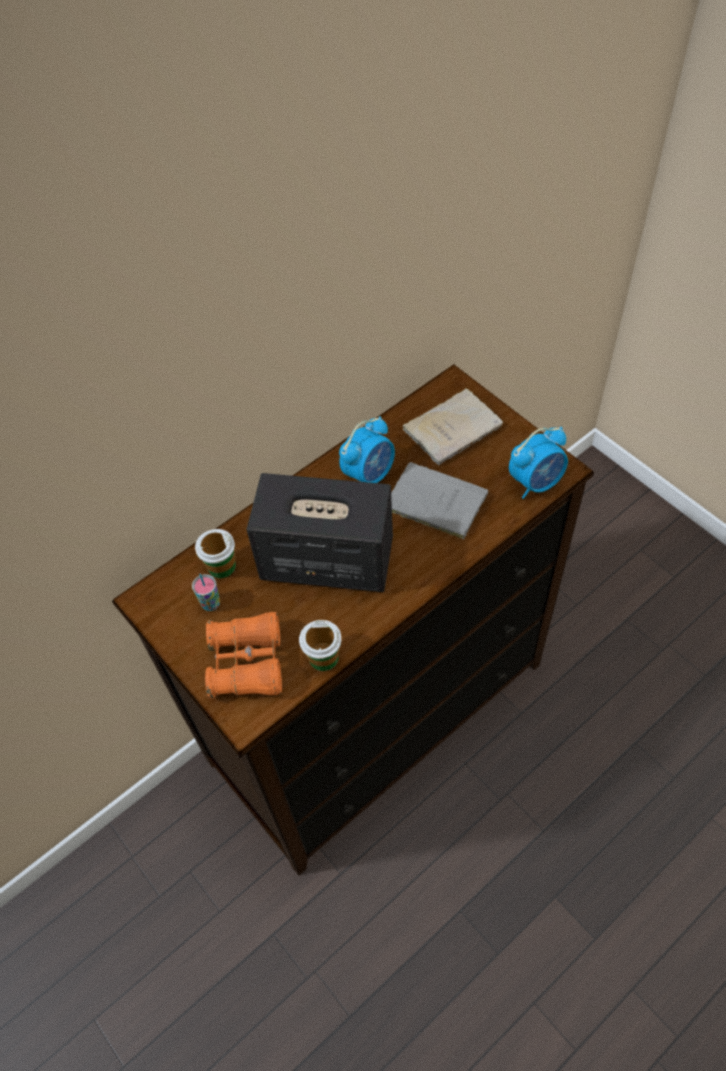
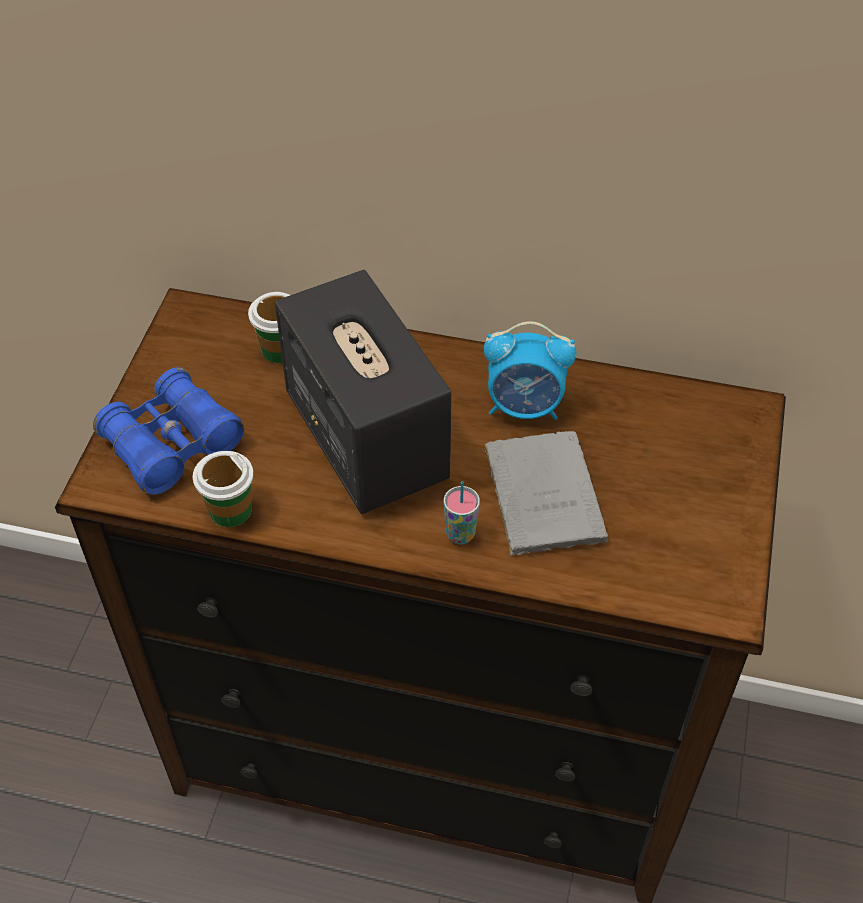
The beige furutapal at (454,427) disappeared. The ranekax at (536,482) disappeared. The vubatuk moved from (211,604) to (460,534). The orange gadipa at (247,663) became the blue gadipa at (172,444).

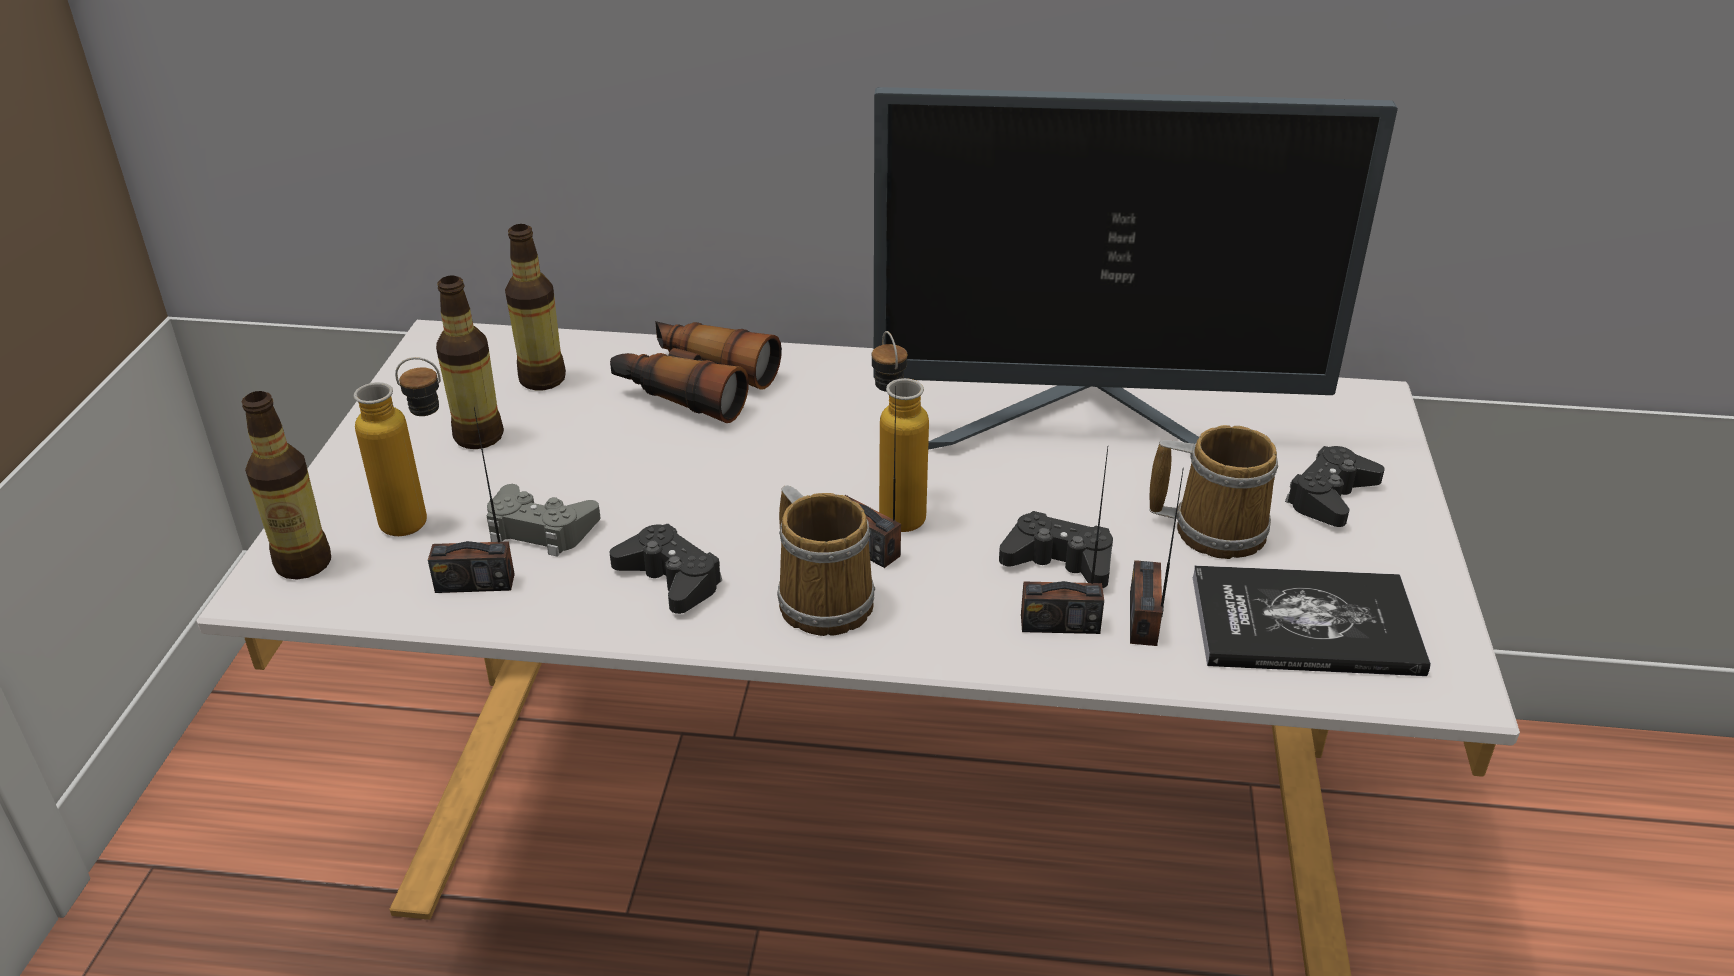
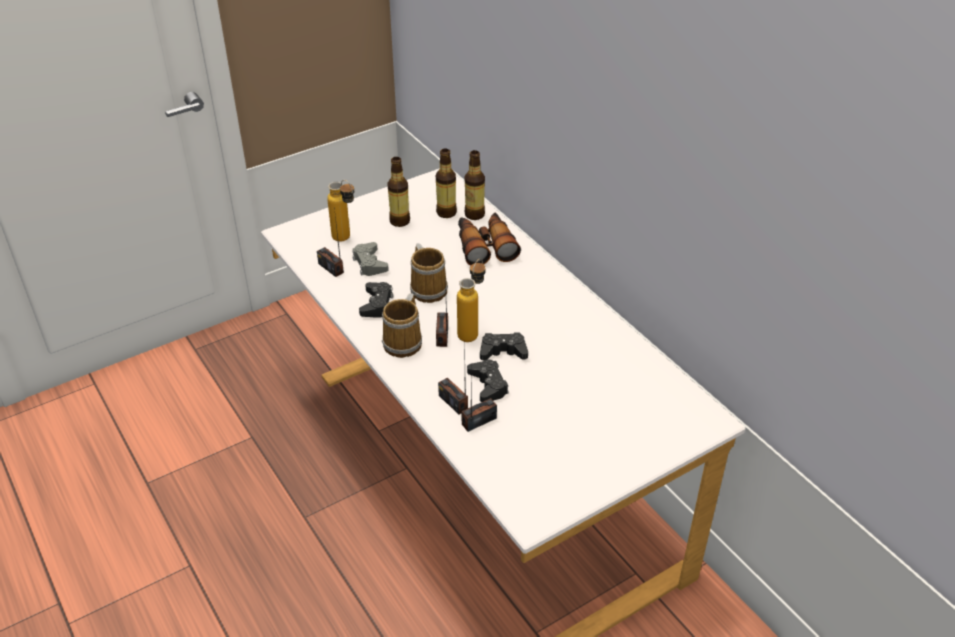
The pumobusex at (1094,427) disappeared. The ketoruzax moved from (304,563) to (474,214). The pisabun moved from (1214,528) to (429,289). The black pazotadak moved from (1330,497) to (503,351). The furutapal at (1305,625) disappeared.

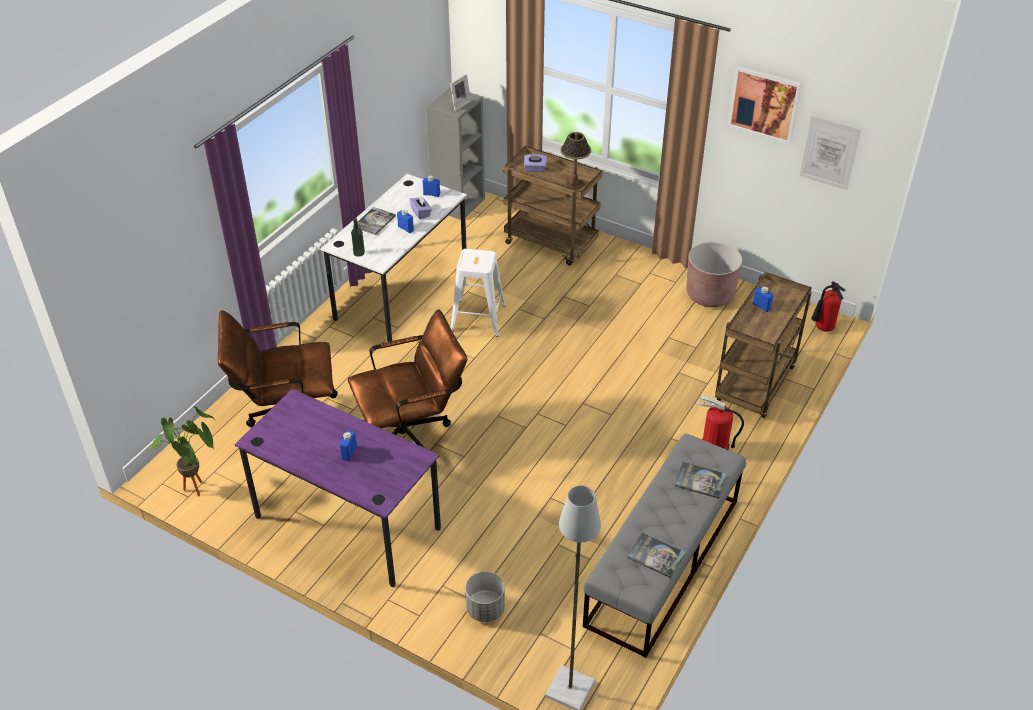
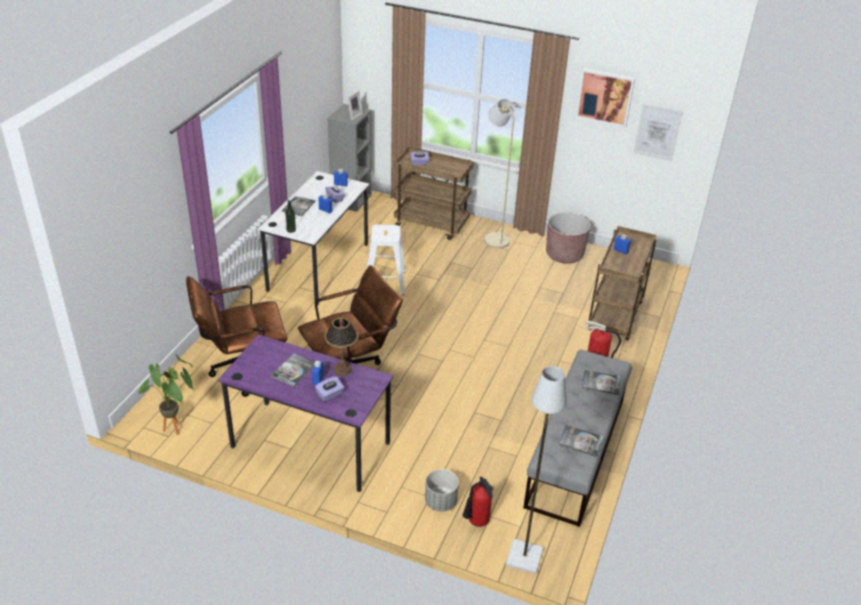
The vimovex moved from (574,184) to (342,369). The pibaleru moved from (822,329) to (476,523). The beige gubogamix at (494,238) appeared. The furutapal at (293,370) appeared. The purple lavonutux at (330,395) appeared.

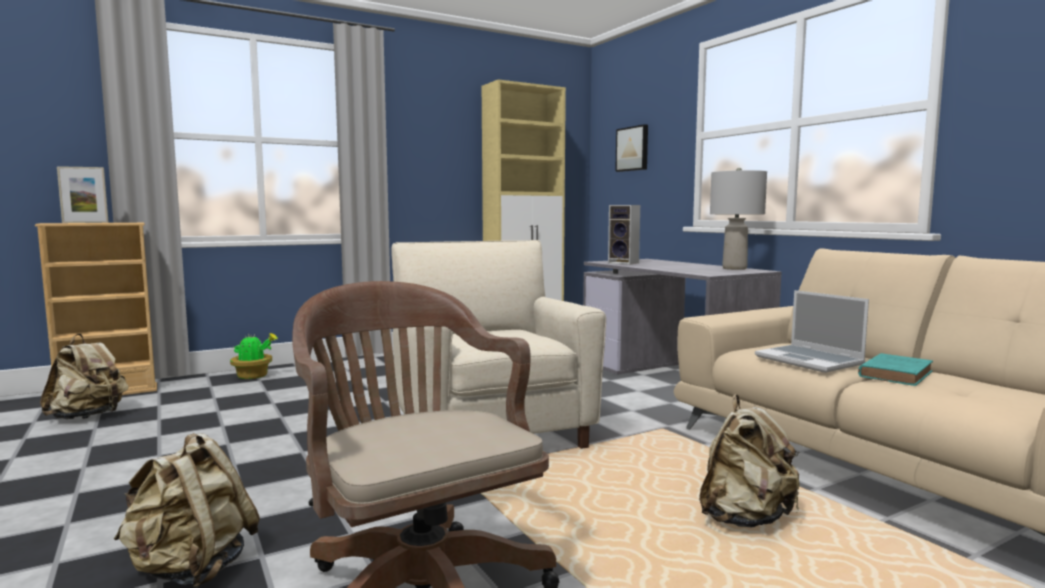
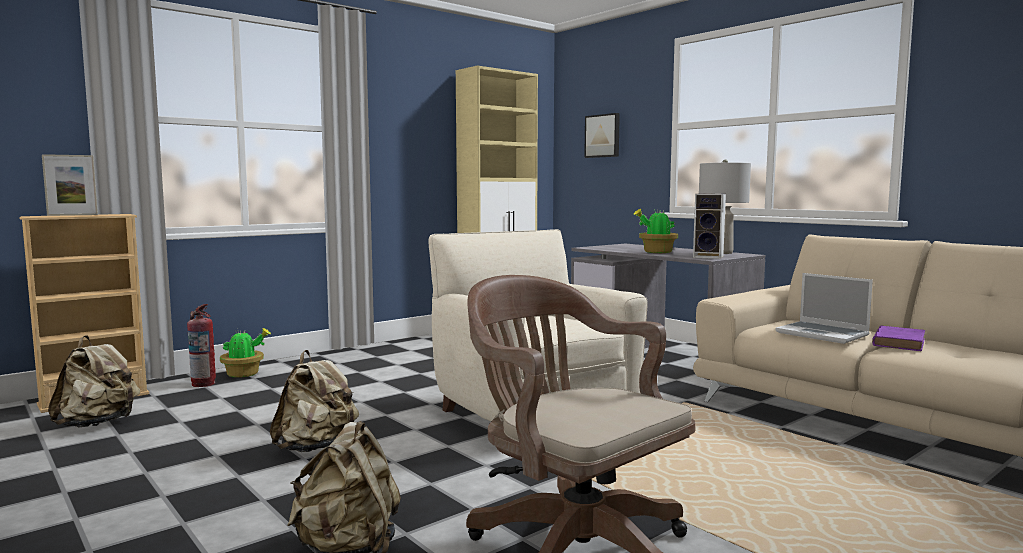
The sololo moved from (624,263) to (709,257). The turquoise furutapal at (896,374) became the purple furutapal at (899,342). The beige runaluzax moved from (745,518) to (316,447). The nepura at (656,252) appeared. The pibaleru at (203,383) appeared.

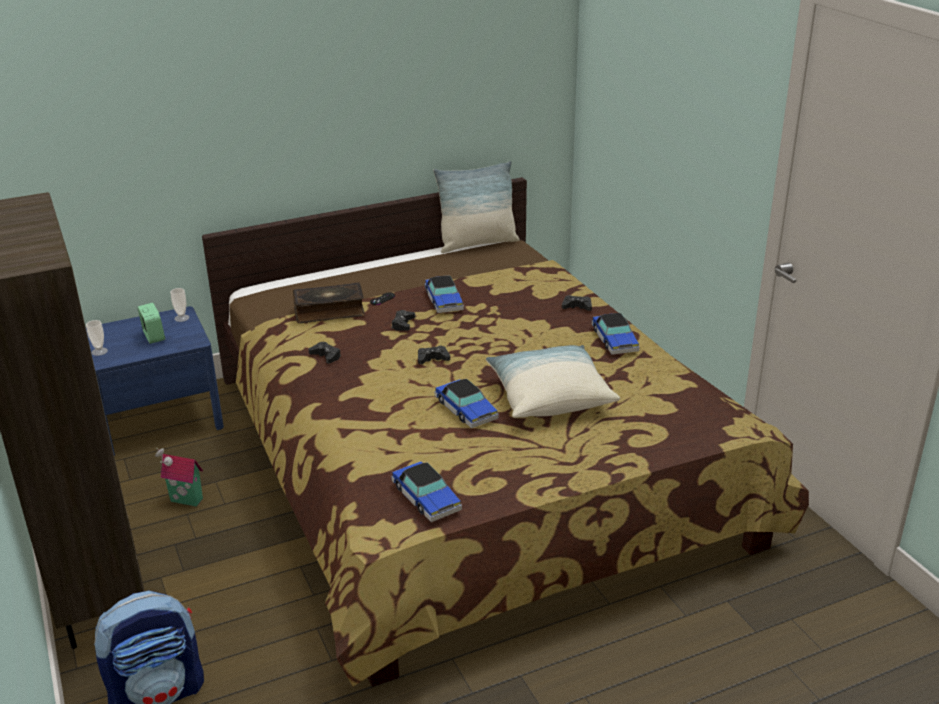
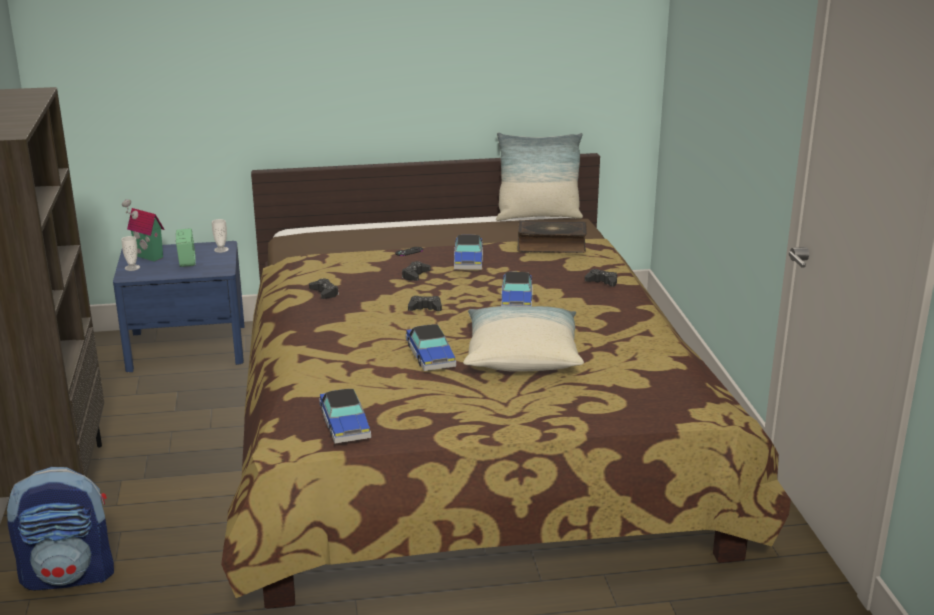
The furutapal moved from (329,311) to (551,245). The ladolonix moved from (614,340) to (516,299). The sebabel moved from (185,501) to (147,257).

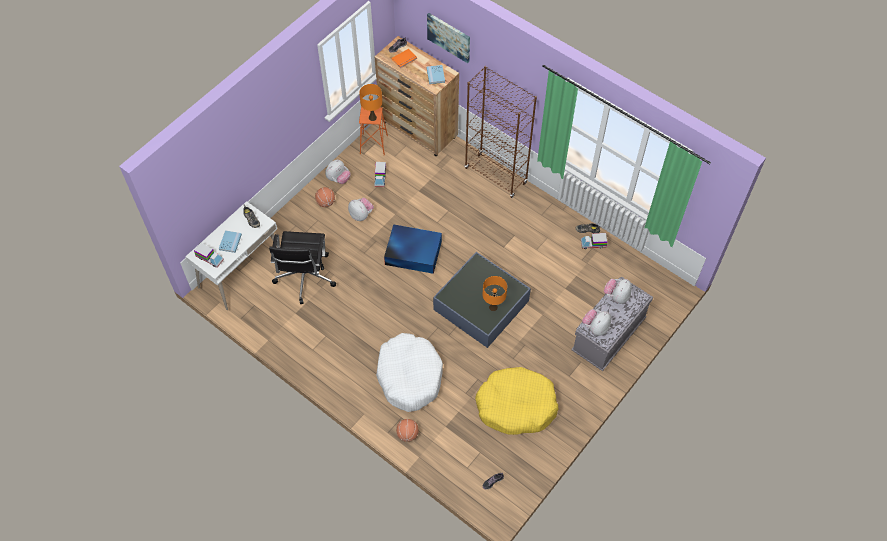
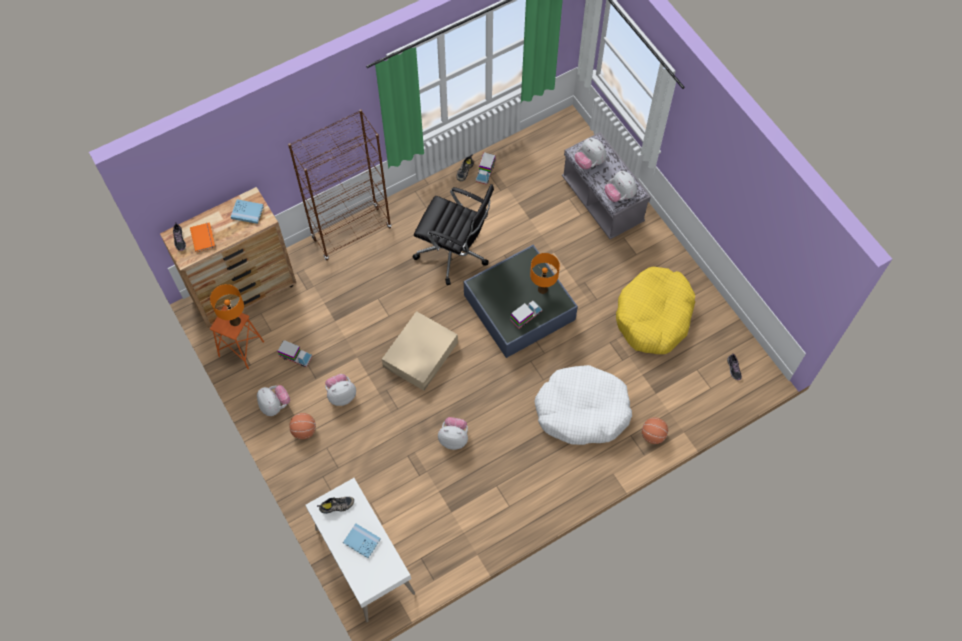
The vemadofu at (449,37) disappeared. The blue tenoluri at (412,252) became the beige tenoluri at (419,355). The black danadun moved from (304,278) to (454,252). The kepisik moved from (210,258) to (526,316). The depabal at (454,438) appeared.

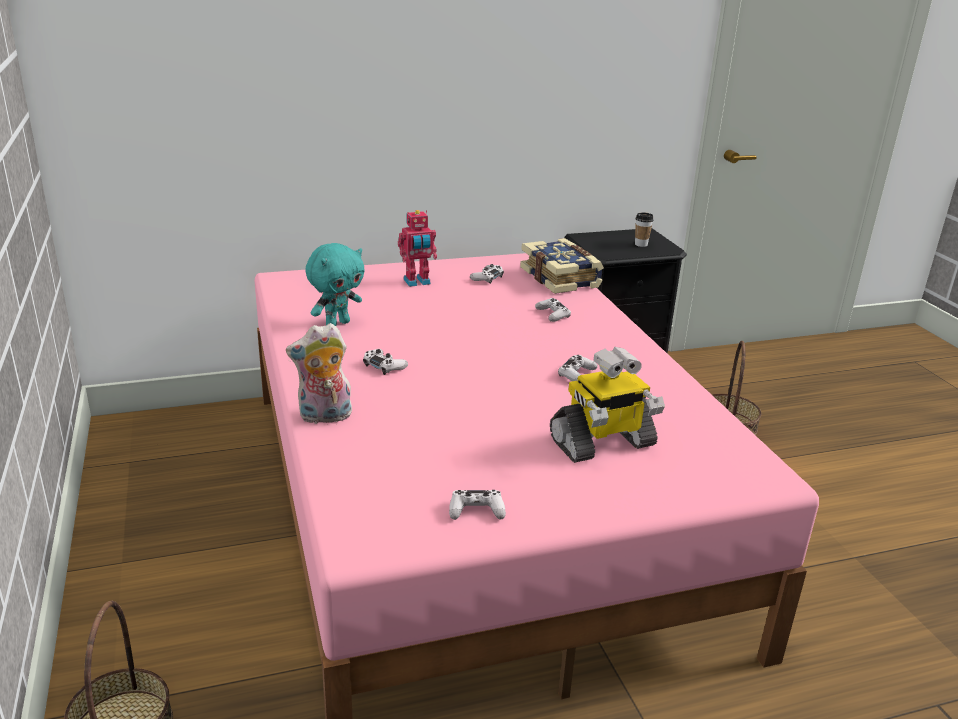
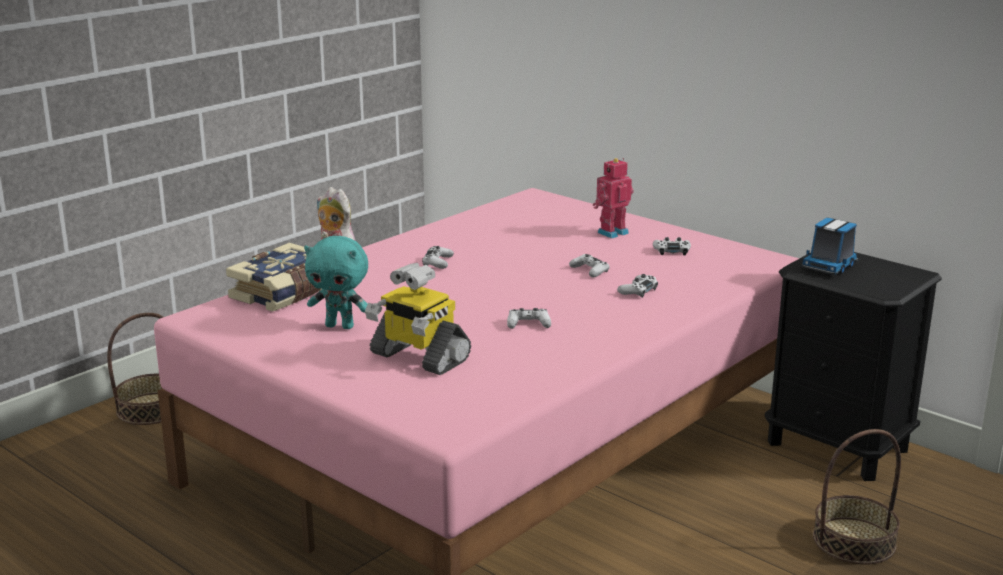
The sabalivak at (417,282) turned 105 degrees clockwise. The vubatuk at (641,244) disappeared. The furutapal moved from (561,278) to (285,293). The turquoise depabal moved from (337,323) to (340,326). The white pazotadak moved from (476,511) to (589,271). The kepisik at (829,266) appeared.

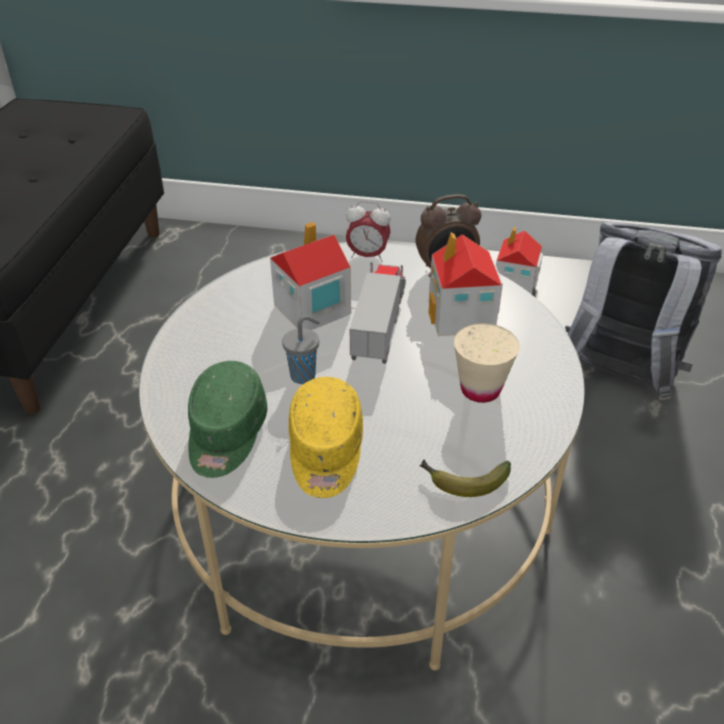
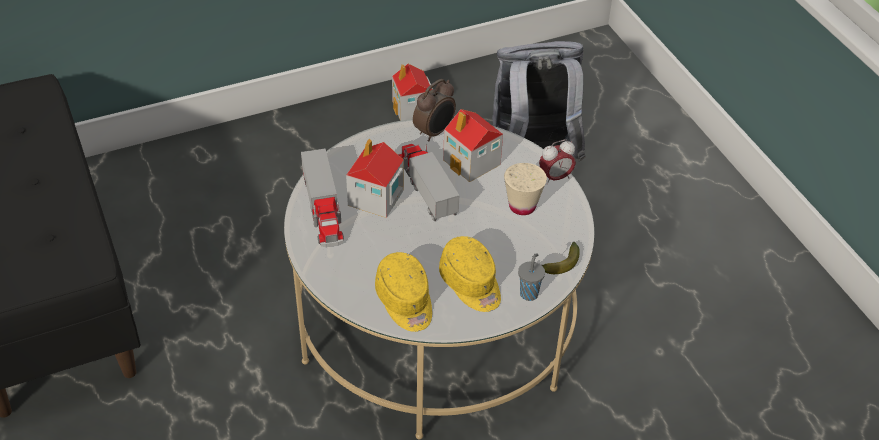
The ranekax moved from (367,256) to (555,177). The grey vubatuk moved from (304,375) to (529,293). The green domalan at (226,434) became the yellow domalan at (405,302). The kepisik at (323,209) appeared.

